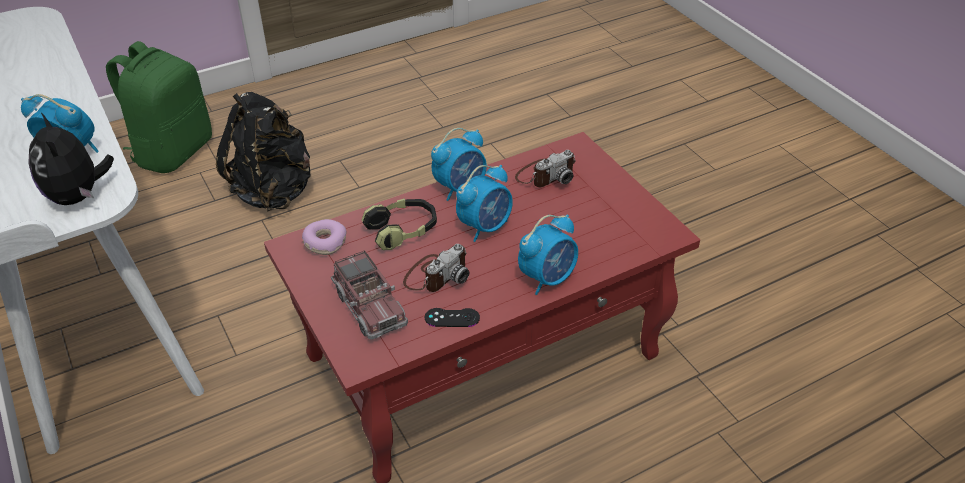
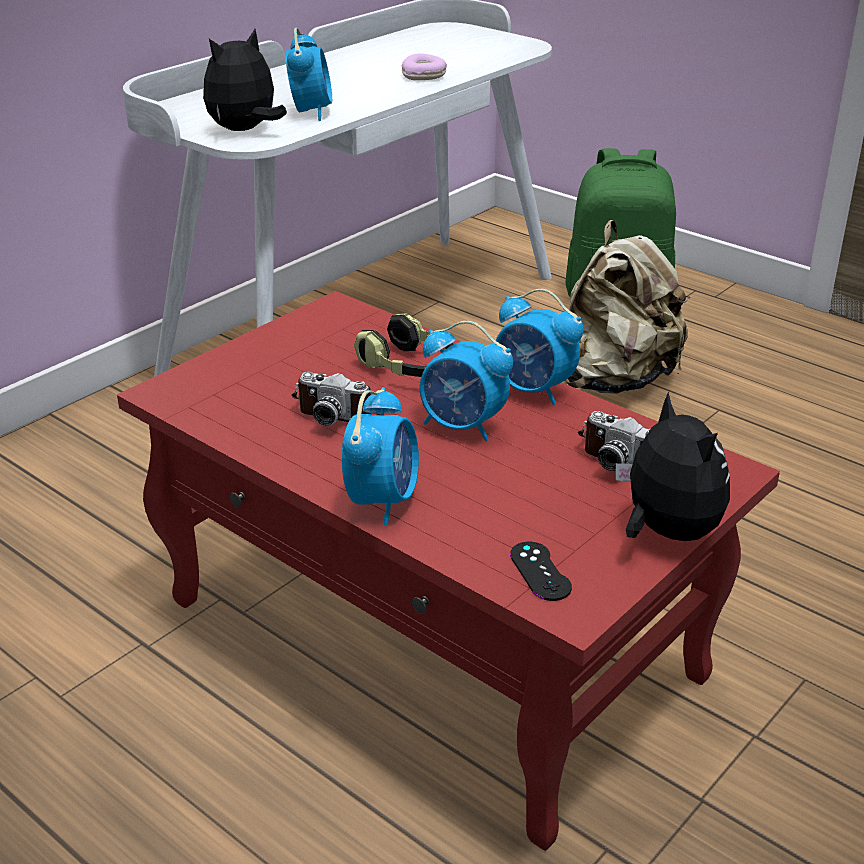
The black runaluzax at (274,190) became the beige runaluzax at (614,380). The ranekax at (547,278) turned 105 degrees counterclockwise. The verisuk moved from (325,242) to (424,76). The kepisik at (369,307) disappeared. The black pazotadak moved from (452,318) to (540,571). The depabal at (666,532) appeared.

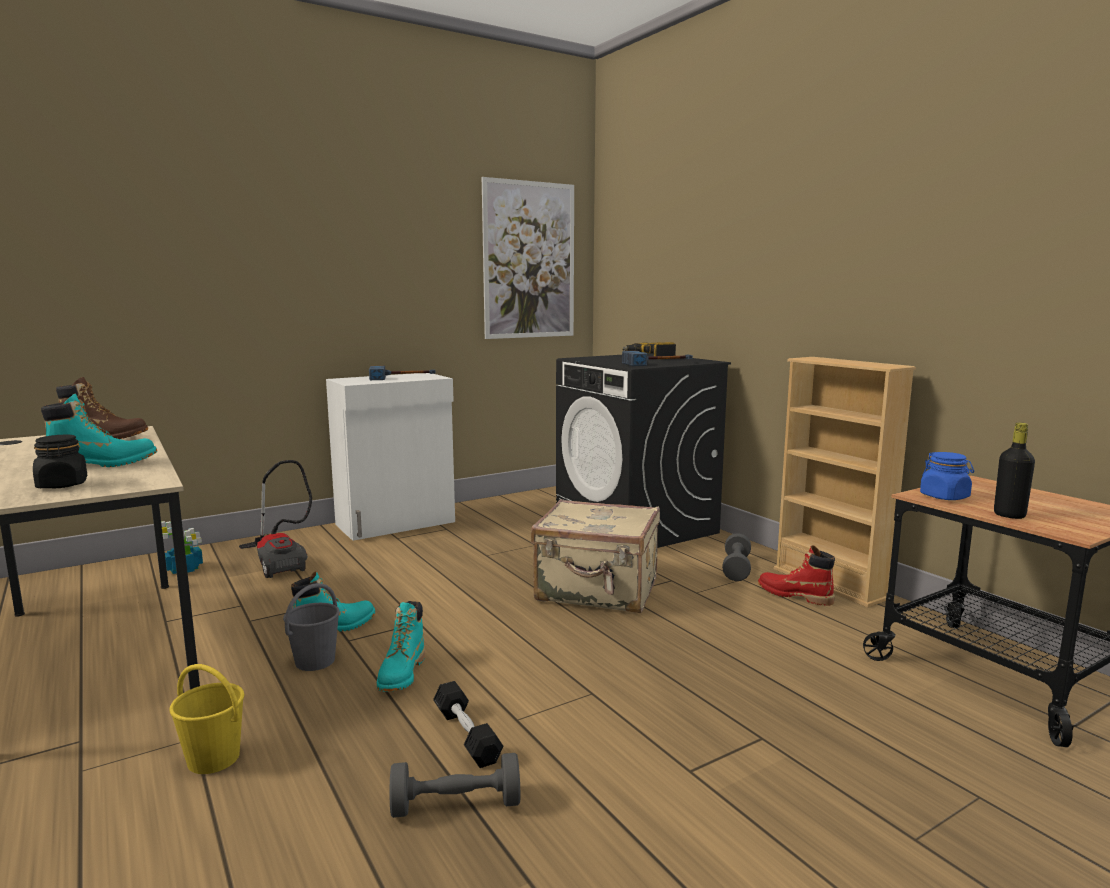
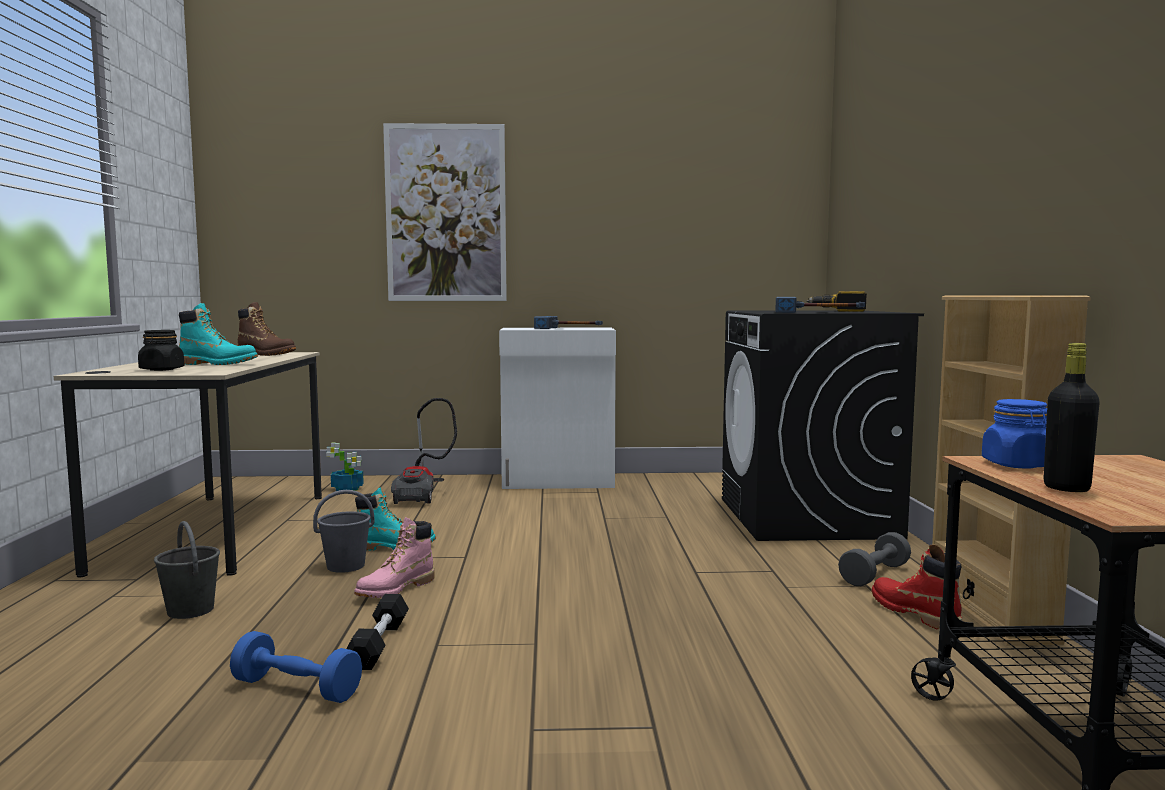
The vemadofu moved from (529,260) to (446,213). The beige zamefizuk at (597,591) disappeared. The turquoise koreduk at (402,674) became the pink koreduk at (395,589). The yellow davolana at (213,758) became the grey davolana at (190,610). The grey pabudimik at (456,805) became the blue pabudimik at (296,689).

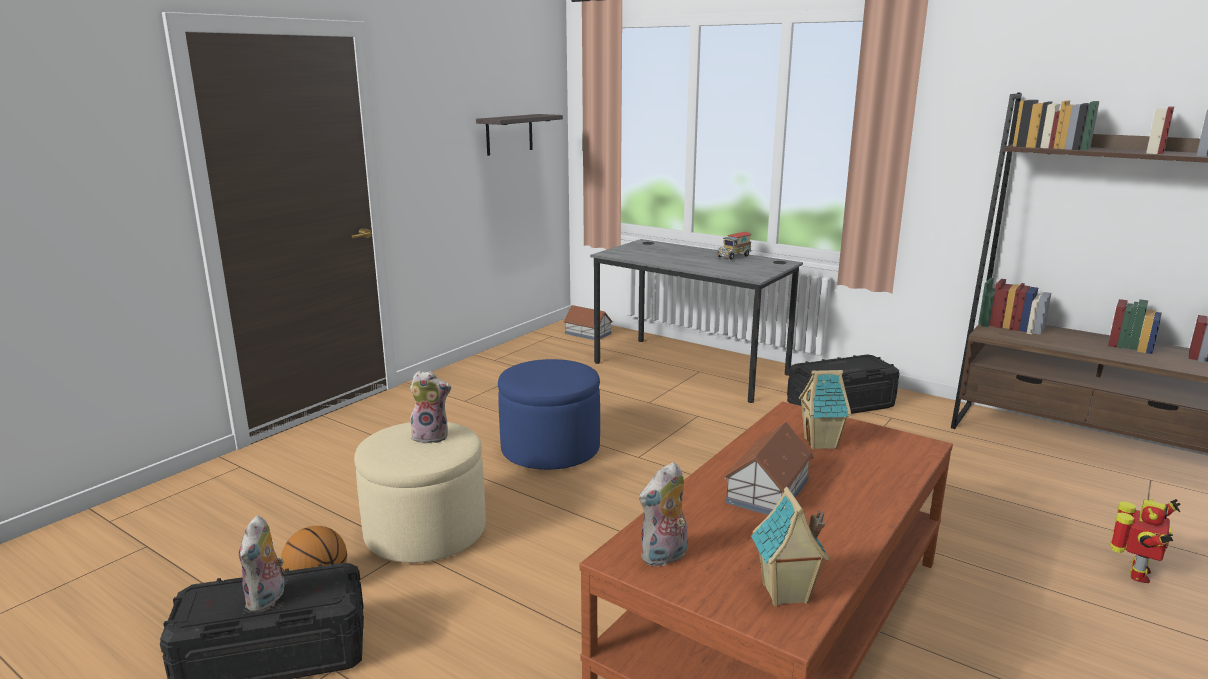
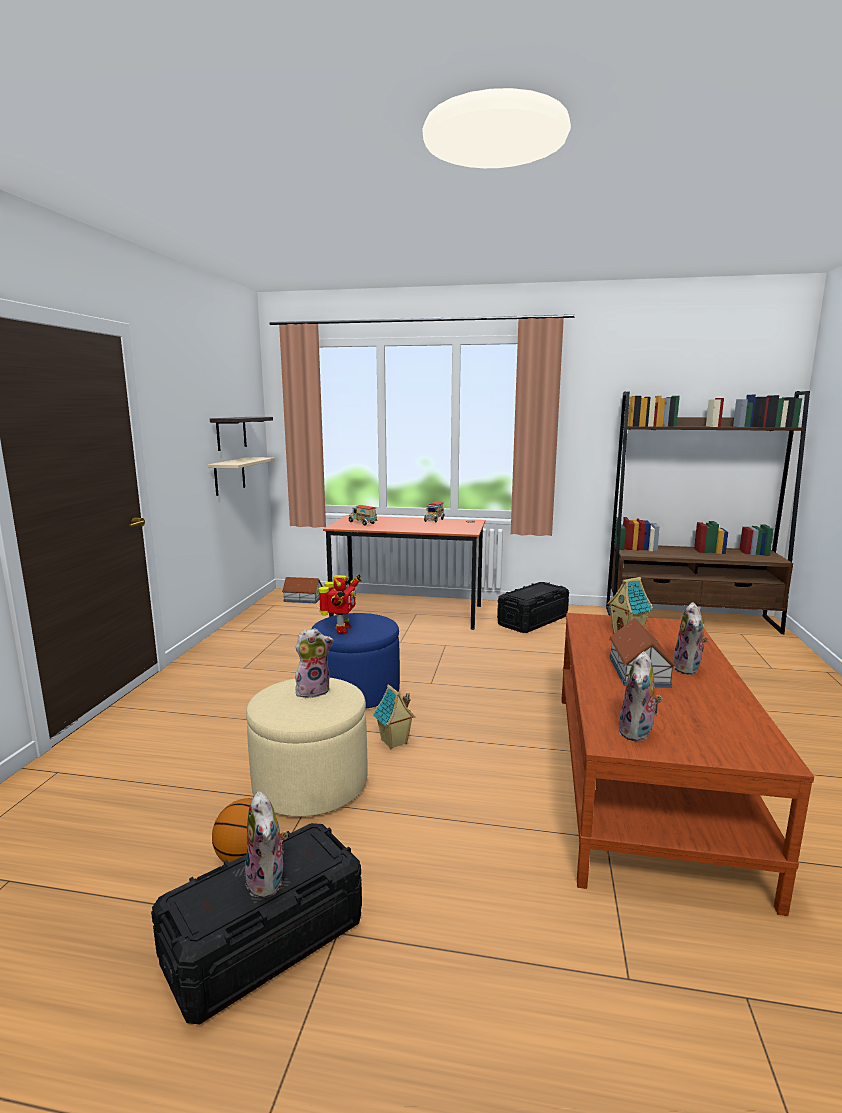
The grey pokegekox at (690,368) became the orange pokegekox at (407,612). The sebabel moved from (785,594) to (394,742). The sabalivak moved from (1136,574) to (341,629). The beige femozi at (229,476) appeared. The kepisik at (362,523) appeared. The depabal at (688,669) appeared.

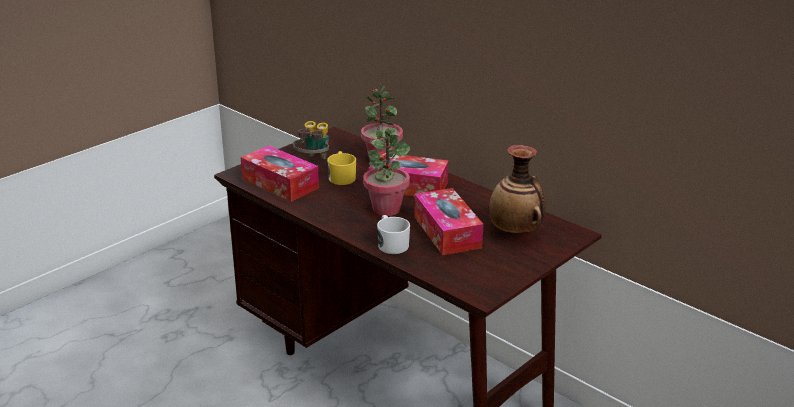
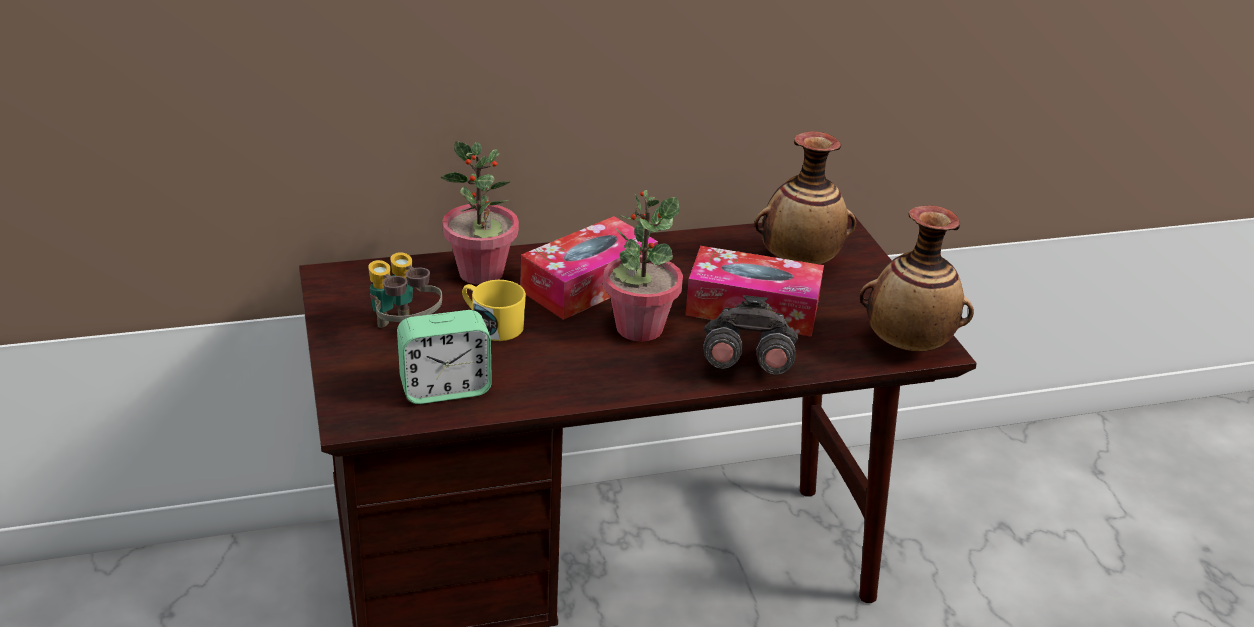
The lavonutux at (280,183) was replaced by the ranekax at (445,389). The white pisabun at (391,244) was replaced by the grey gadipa at (745,363). The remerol at (907,345) appeared.

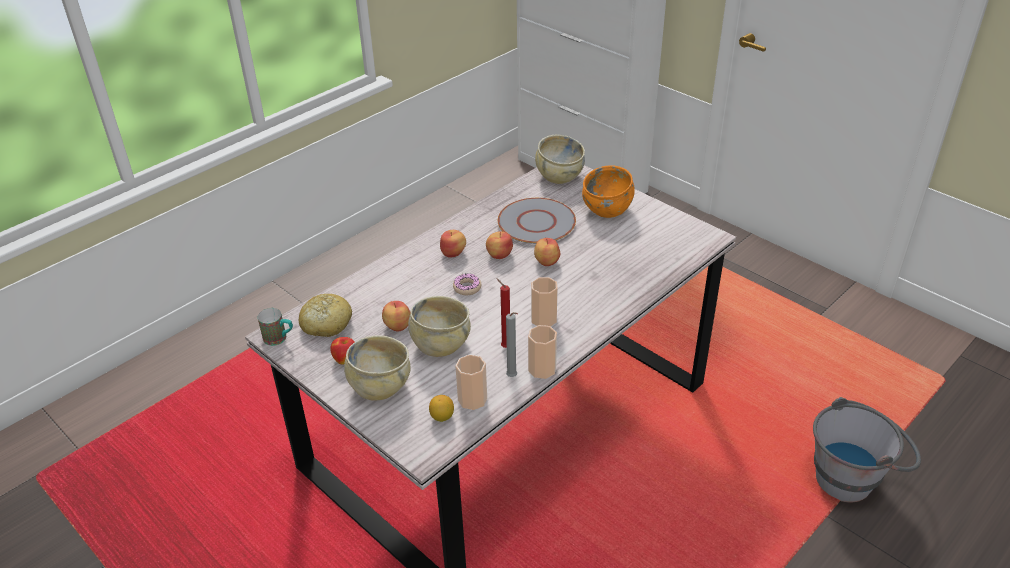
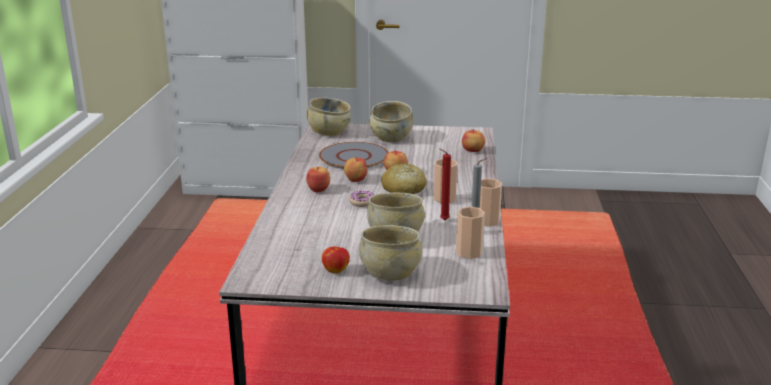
The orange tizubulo at (607,209) became the beige tizubulo at (391,138). The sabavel moved from (326,324) to (403,189). The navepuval moved from (397,326) to (473,150). The pisabun at (279,339) disappeared. The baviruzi at (442,417) disappeared. The grey davolana at (853,477) disappeared.

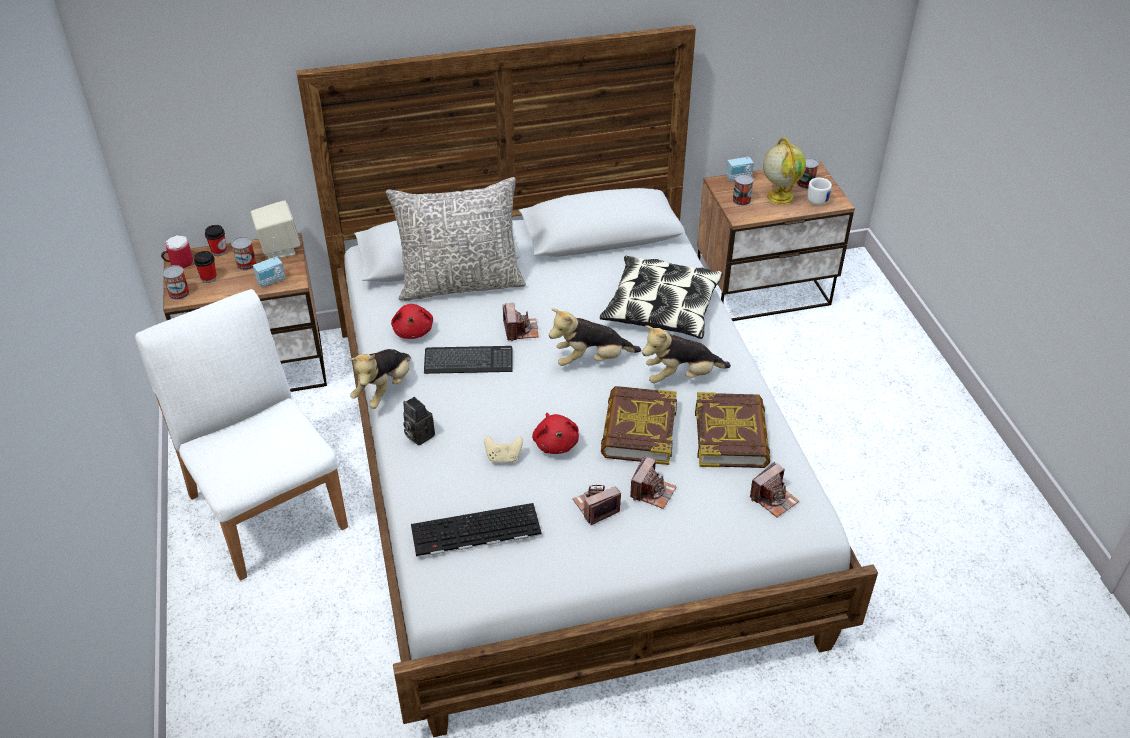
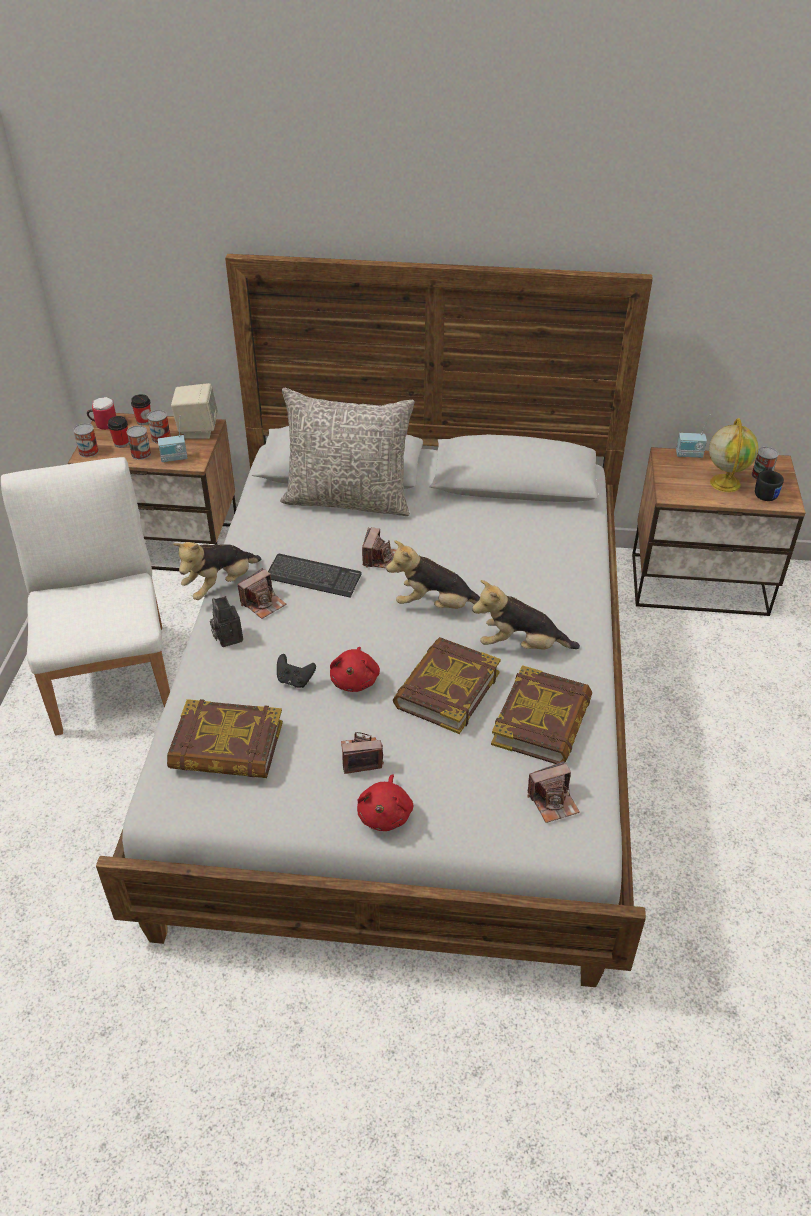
The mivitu moved from (741,200) to (141,454). The white pisabun at (818,198) became the black pisabun at (767,494). The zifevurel at (661,308) disappeared. The red depabal moved from (413,331) to (385,814). The beige pazotadak at (503,457) became the black pazotadak at (295,680). The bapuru moved from (652,492) to (263,603). The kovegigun at (474,532) was replaced by the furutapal at (226,747).

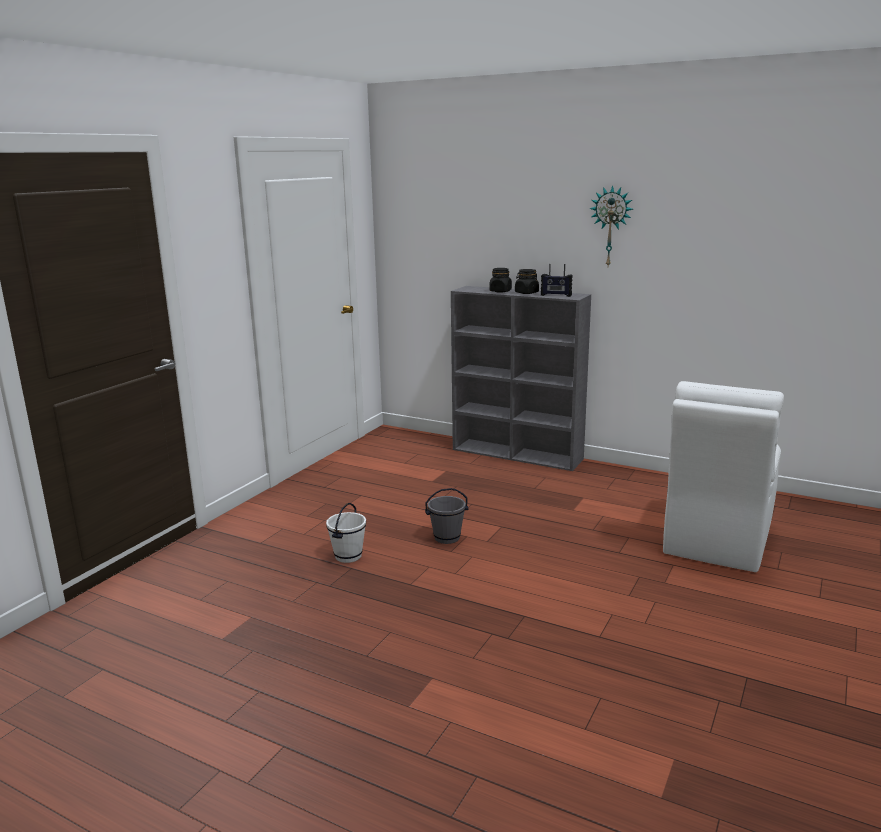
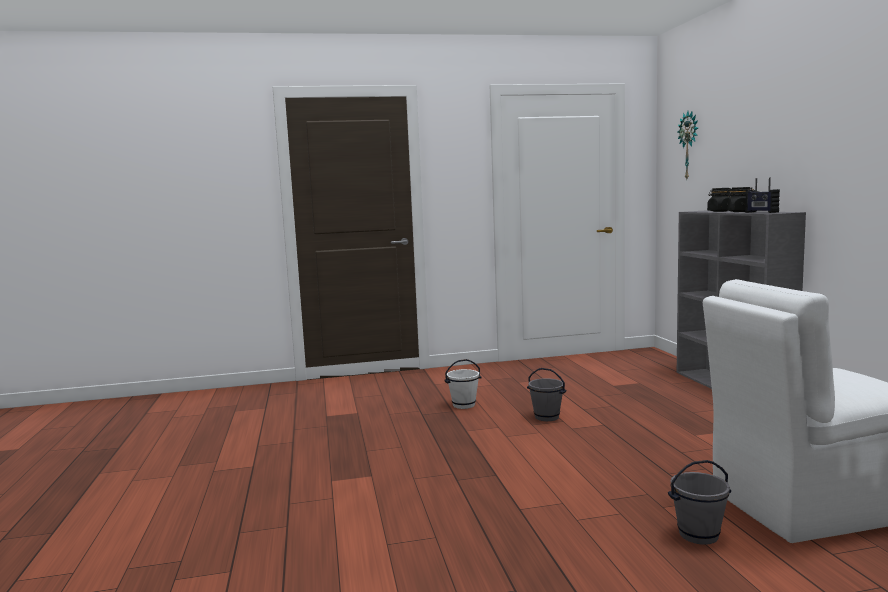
The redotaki moved from (611,226) to (690,145). The grey davolana at (699,535) appeared.

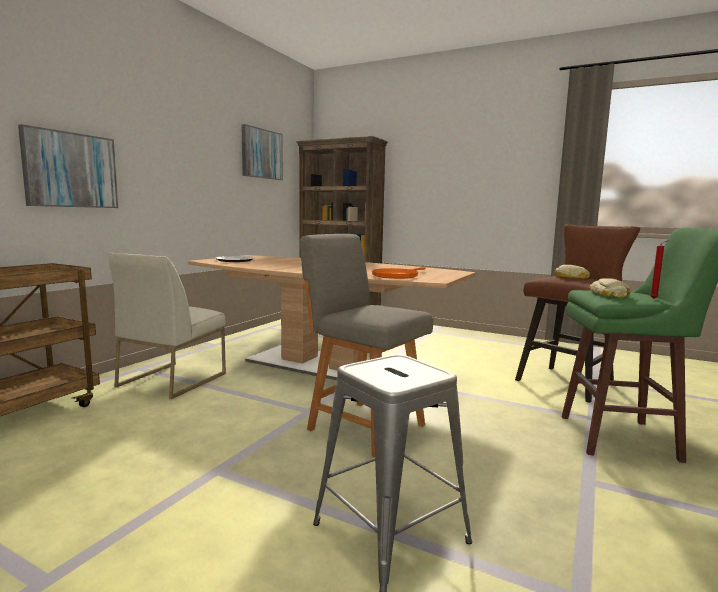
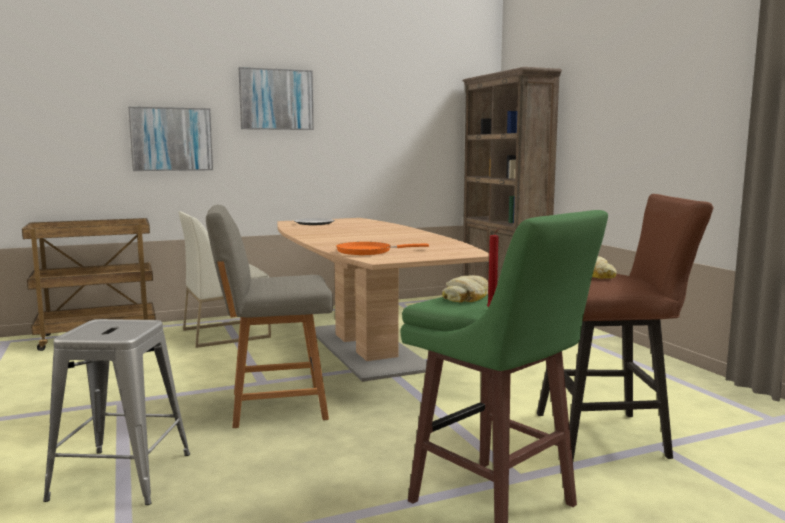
The vemadofu moved from (261,154) to (276,99). The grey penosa at (363,426) turned 90 degrees counterclockwise.

